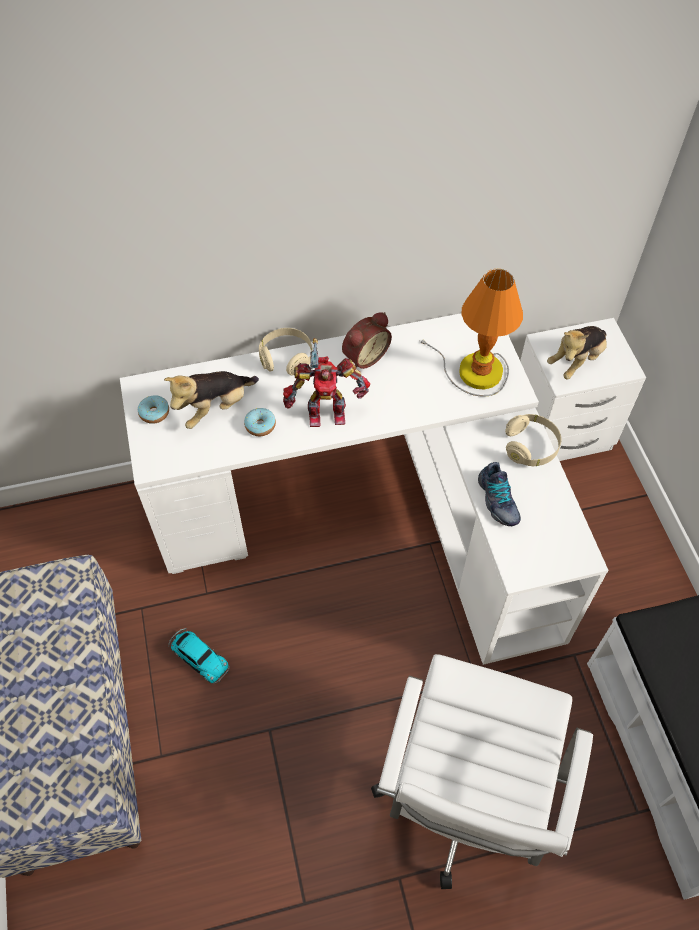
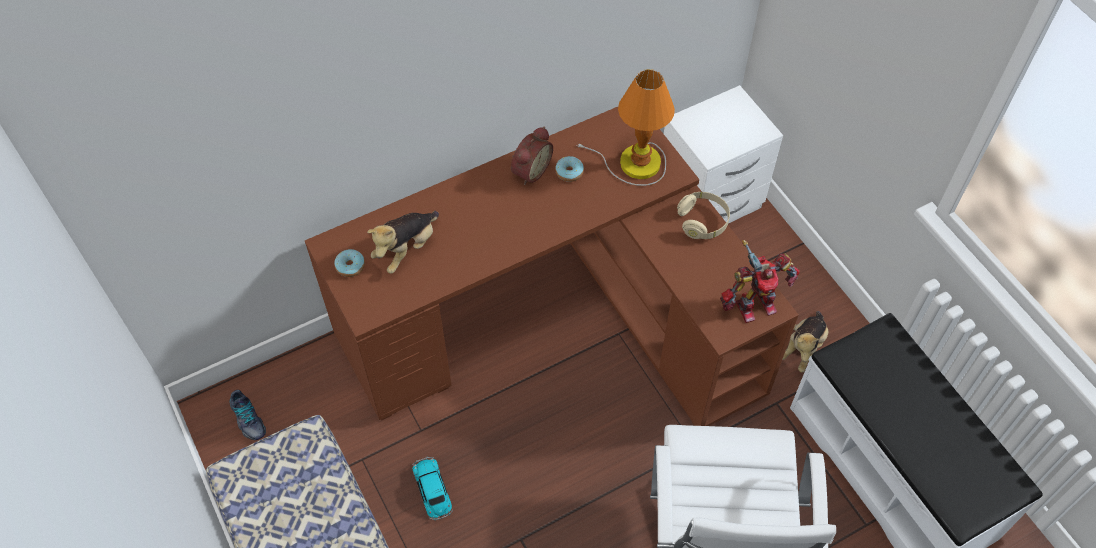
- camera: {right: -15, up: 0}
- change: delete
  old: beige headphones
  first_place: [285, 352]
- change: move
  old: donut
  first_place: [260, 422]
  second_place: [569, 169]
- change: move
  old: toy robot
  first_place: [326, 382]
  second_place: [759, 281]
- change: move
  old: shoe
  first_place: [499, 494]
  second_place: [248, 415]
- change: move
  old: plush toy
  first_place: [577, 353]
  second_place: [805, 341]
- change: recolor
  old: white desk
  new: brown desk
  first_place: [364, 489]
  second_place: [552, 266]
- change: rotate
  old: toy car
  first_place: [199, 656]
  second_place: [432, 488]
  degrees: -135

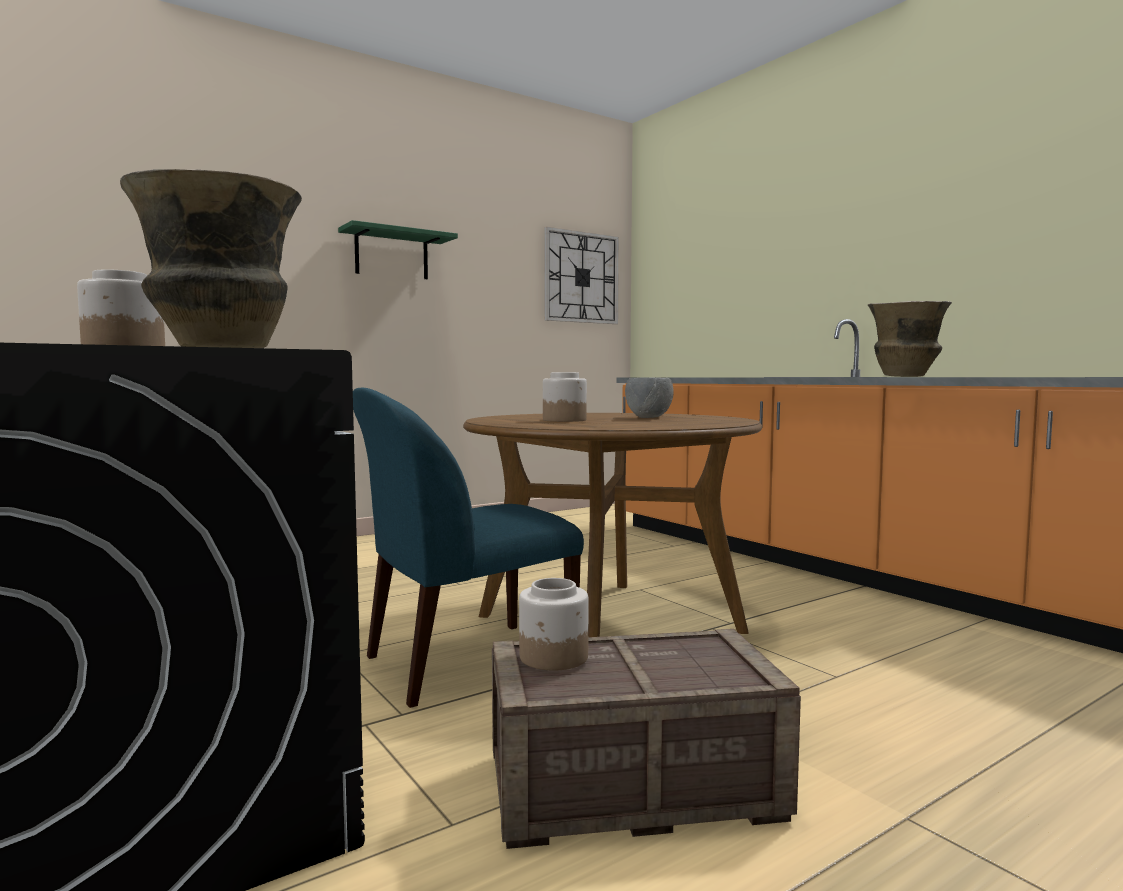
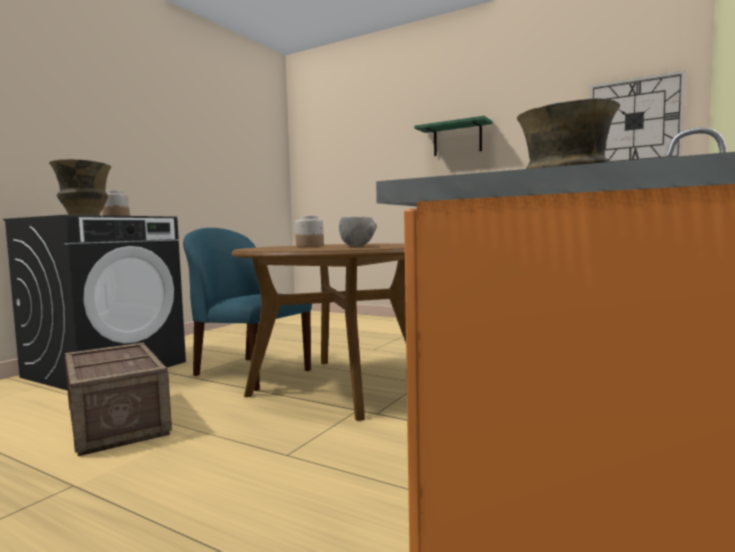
- camera: {right: 65, up: 0}
- change: delete
  old: jar
  first_place: [554, 624]

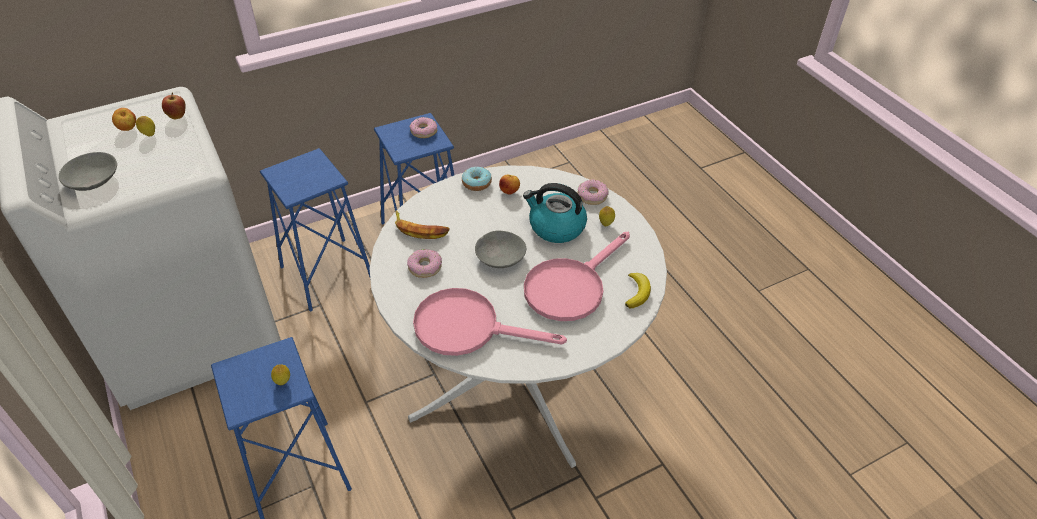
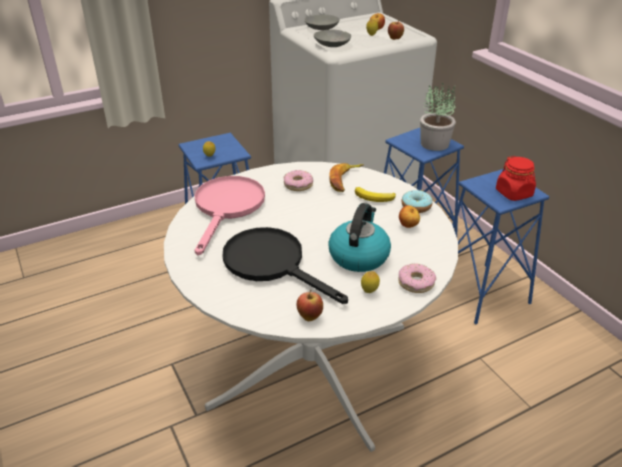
- camera: {right: 90, up: -10}
- change: insert
  new: apple
  second_place: [310, 305]
- change: insert
  new: potted plant
  second_place: [438, 117]
- change: move
  old: grey bowl
  first_place: [500, 249]
  second_place: [332, 38]
- change: move
  old: banana
  first_place: [638, 290]
  second_place: [375, 194]
- change: replace
  old: donut
  new: red jar
  first_place: [423, 127]
  second_place: [516, 178]
- change: recolor
  old: pink frying pan
  new: black frying pan
  first_place: [577, 276]
  second_place: [285, 265]

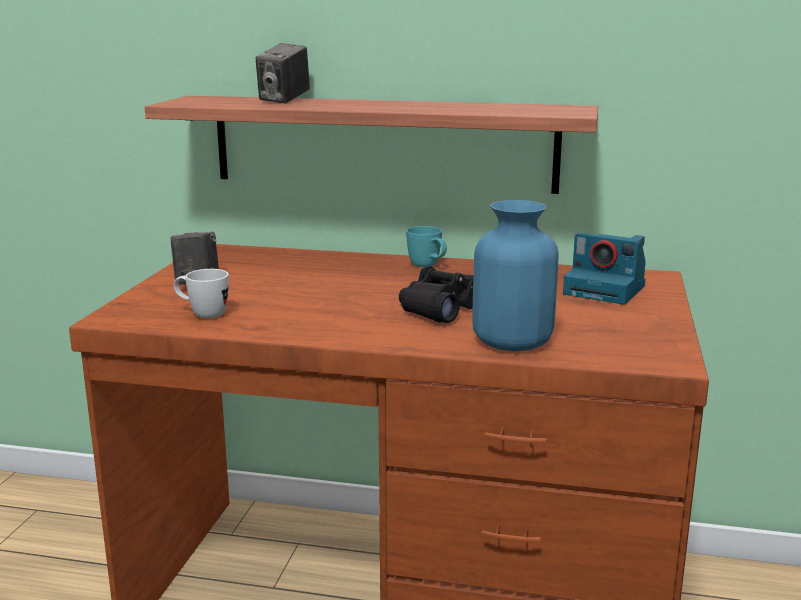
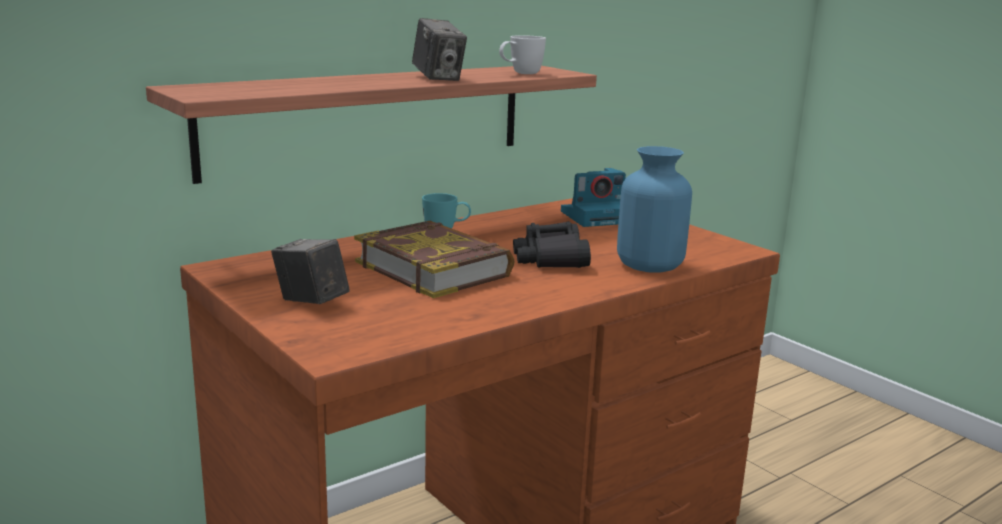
- camera: {right: -50, up: 0}
- change: insert
  new: book
  second_place: [434, 259]
- change: move
  old: white mug
  first_place: [201, 293]
  second_place: [522, 54]
- change: move
  old: photo camera
  first_place: [283, 73]
  second_place: [439, 49]

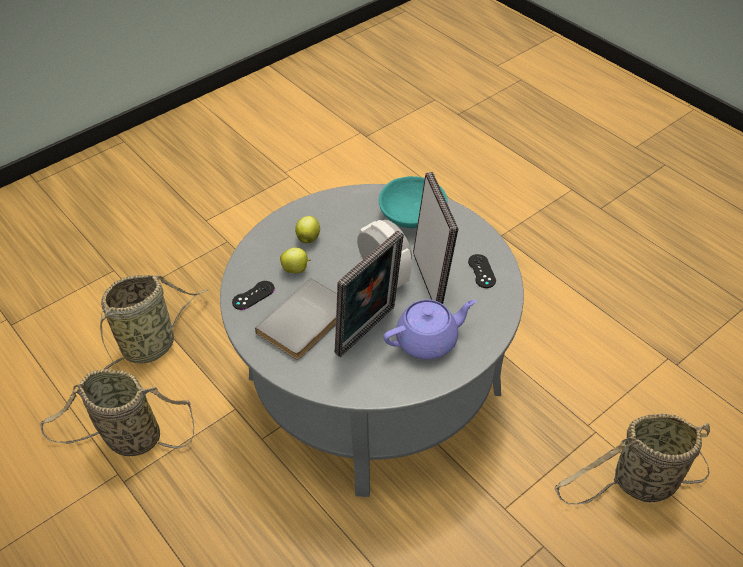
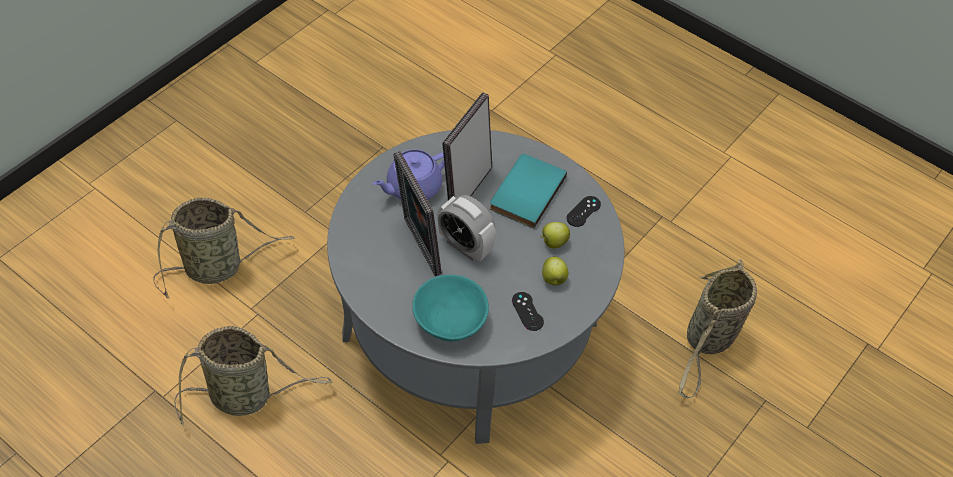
- camera: {right: 165, up: 5}
- change: move
  old: basket
  first_place: [117, 412]
  second_place: [253, 376]
- change: move
  old: black game controller
  first_place: [482, 271]
  second_place: [528, 311]
- change: recolor
  old: grey book
  new: turquoise book
  first_place: [296, 318]
  second_place: [528, 191]

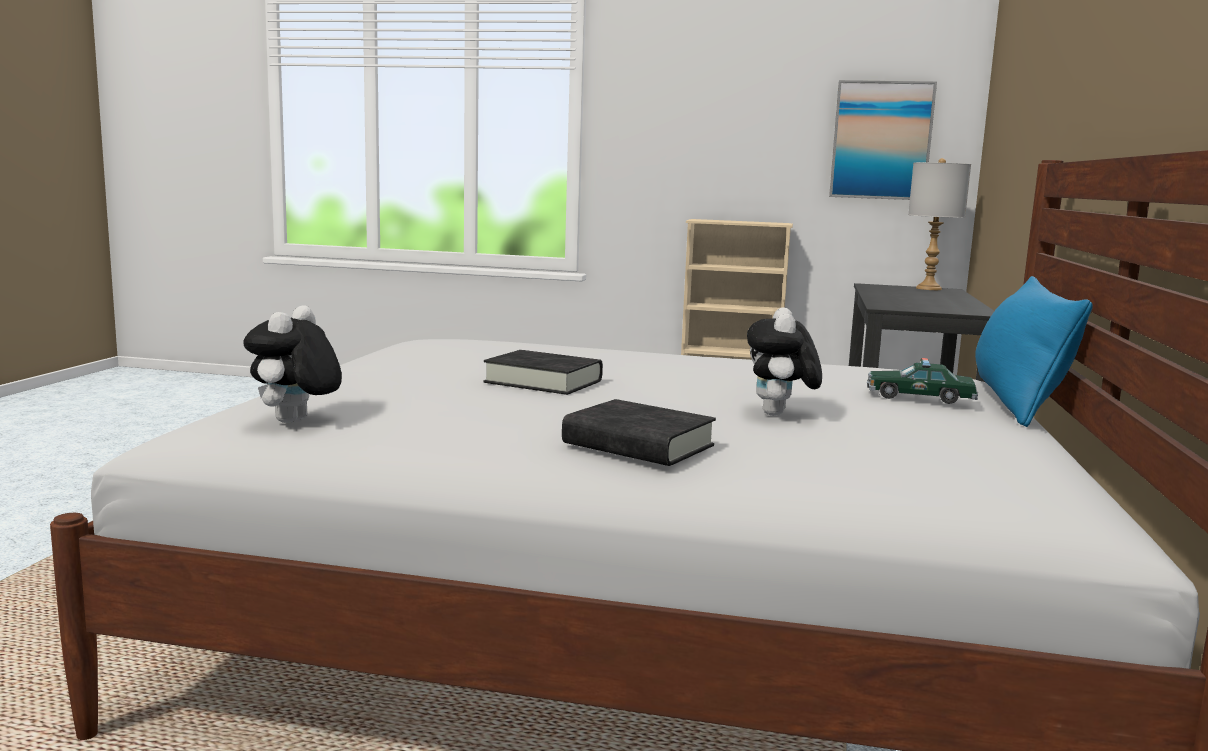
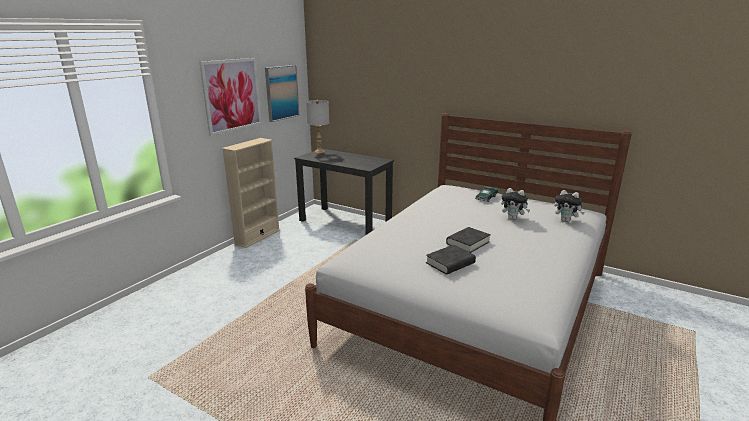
- camera: {right: -70, up: 10}
- change: delete
  old: blue pillow
  first_place: [1034, 351]
- change: insert
  new: picture
  second_place: [231, 97]
- change: move
  old: plush toy
  first_place: [292, 364]
  second_place: [569, 206]
- change: move
  old: black book
  first_place: [639, 432]
  second_place: [451, 260]

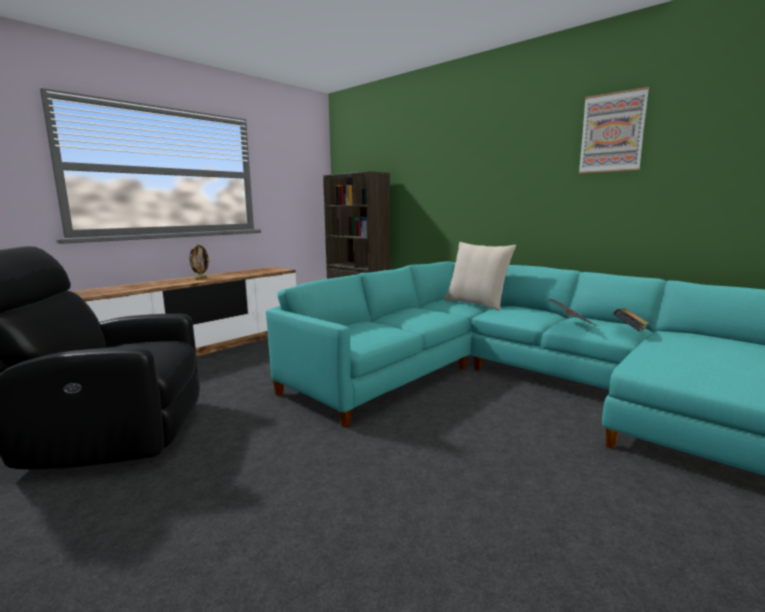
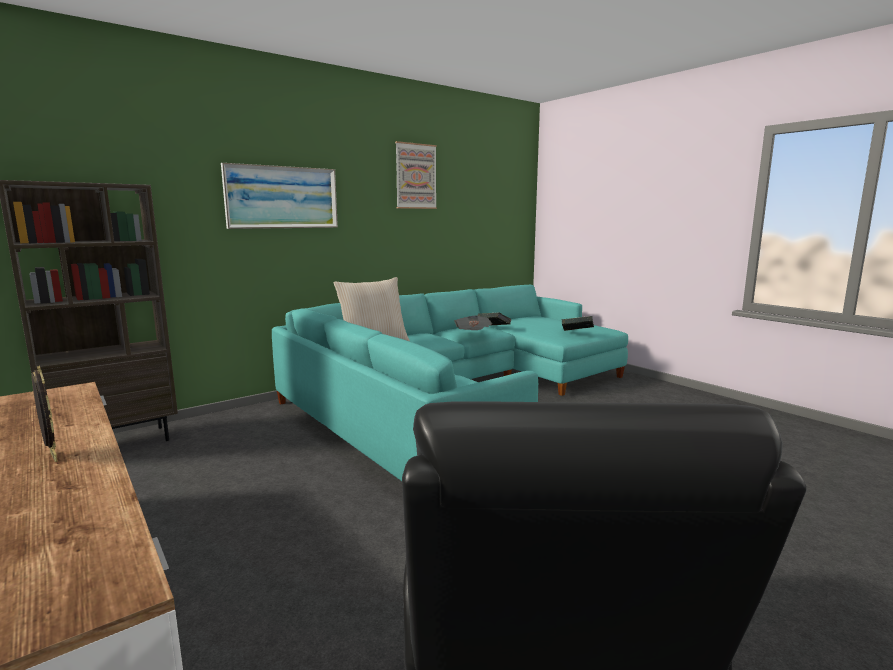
- camera: {right: -80, up: 0}
- change: insert
  new: picture
  second_place: [279, 196]
- change: insert
  new: book
  second_place: [577, 323]

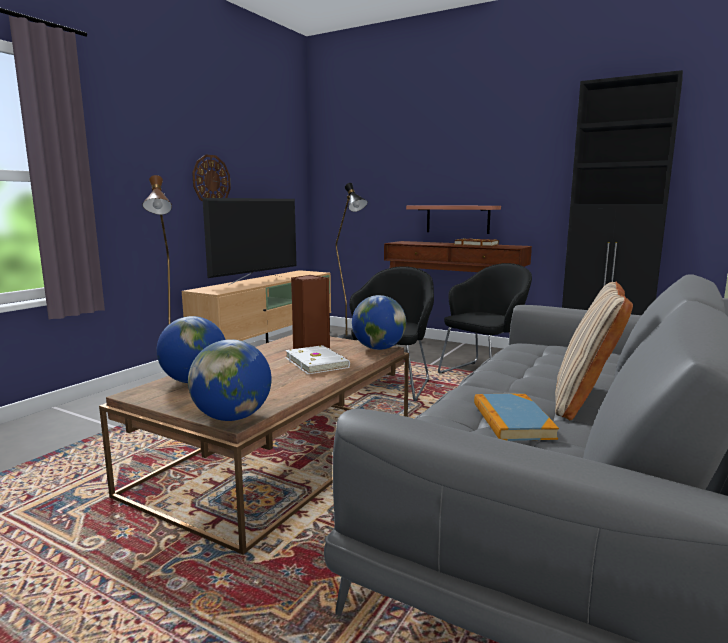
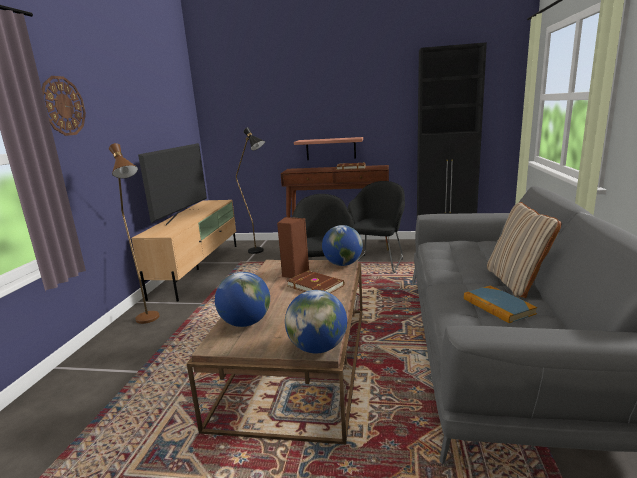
- camera: {right: -20, up: 5}
- change: move
  old: wall clock
  first_place: [211, 178]
  second_place: [64, 106]
- change: recolor
  old: white book
  new: brown book
  first_place: [317, 359]
  second_place: [316, 282]

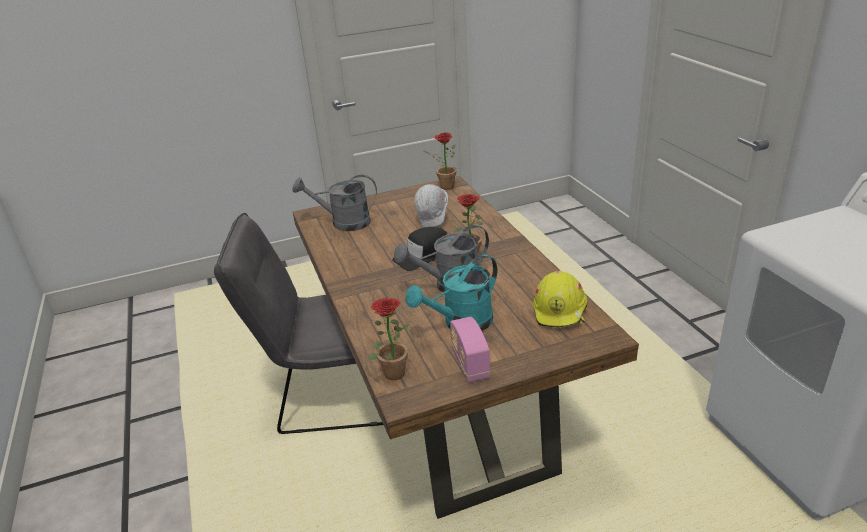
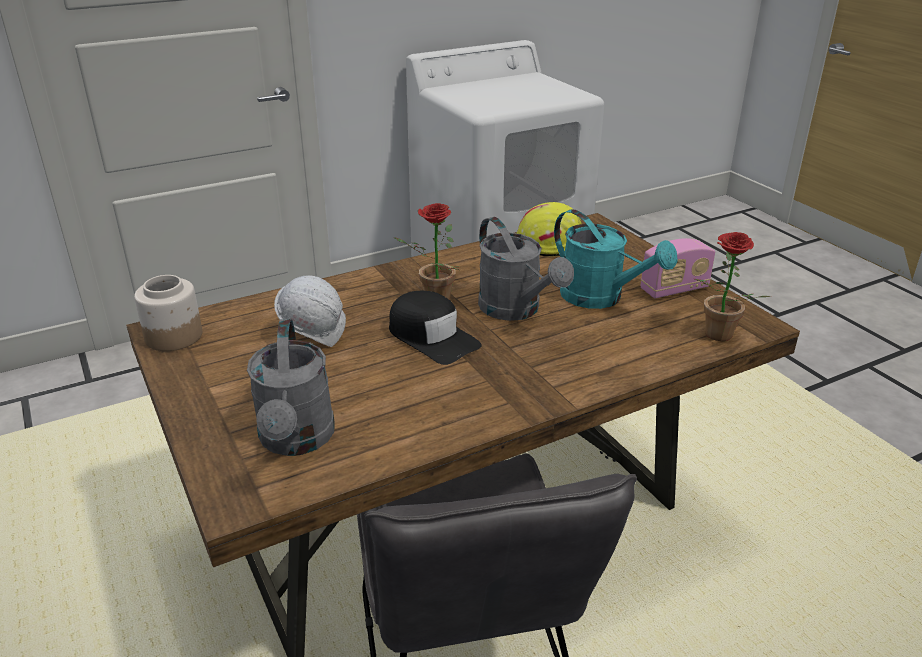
- camera: {right: -100, up: 0}
- change: replace
  old: potted plant
  new: jar
  first_place: [439, 161]
  second_place: [168, 313]

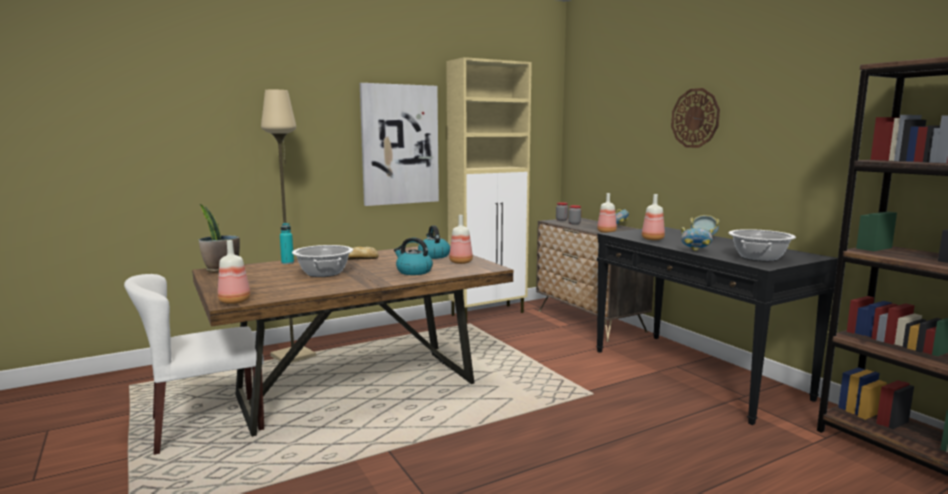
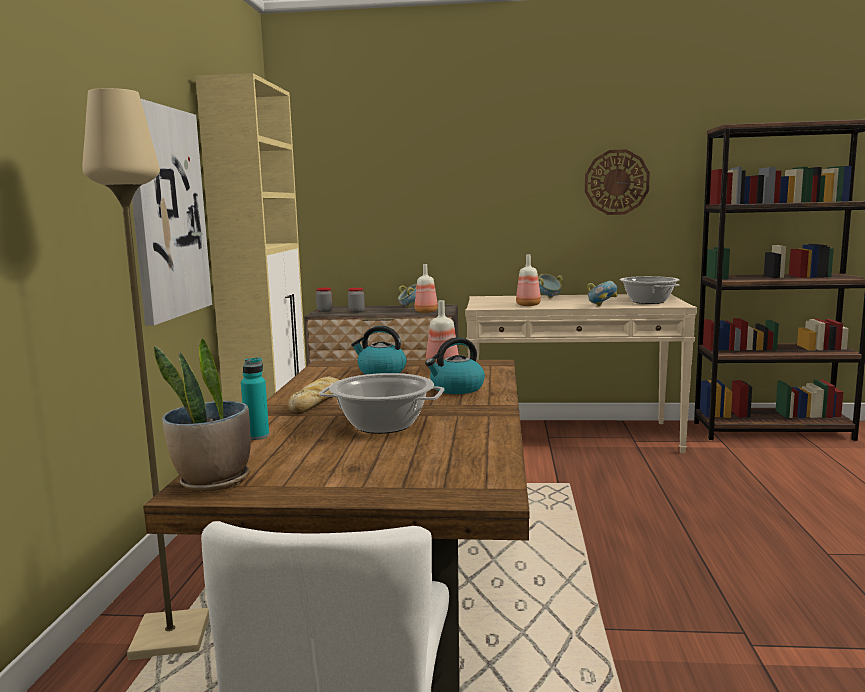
- camera: {right: -55, up: 0}
- change: delete
  old: bottle
  first_place: [234, 272]
- change: move
  old: wall clock
  first_place: [695, 118]
  second_place: [617, 182]
- change: recolor
  old: black console table
  new: beige console table
  first_place: [717, 326]
  second_place: [581, 373]

